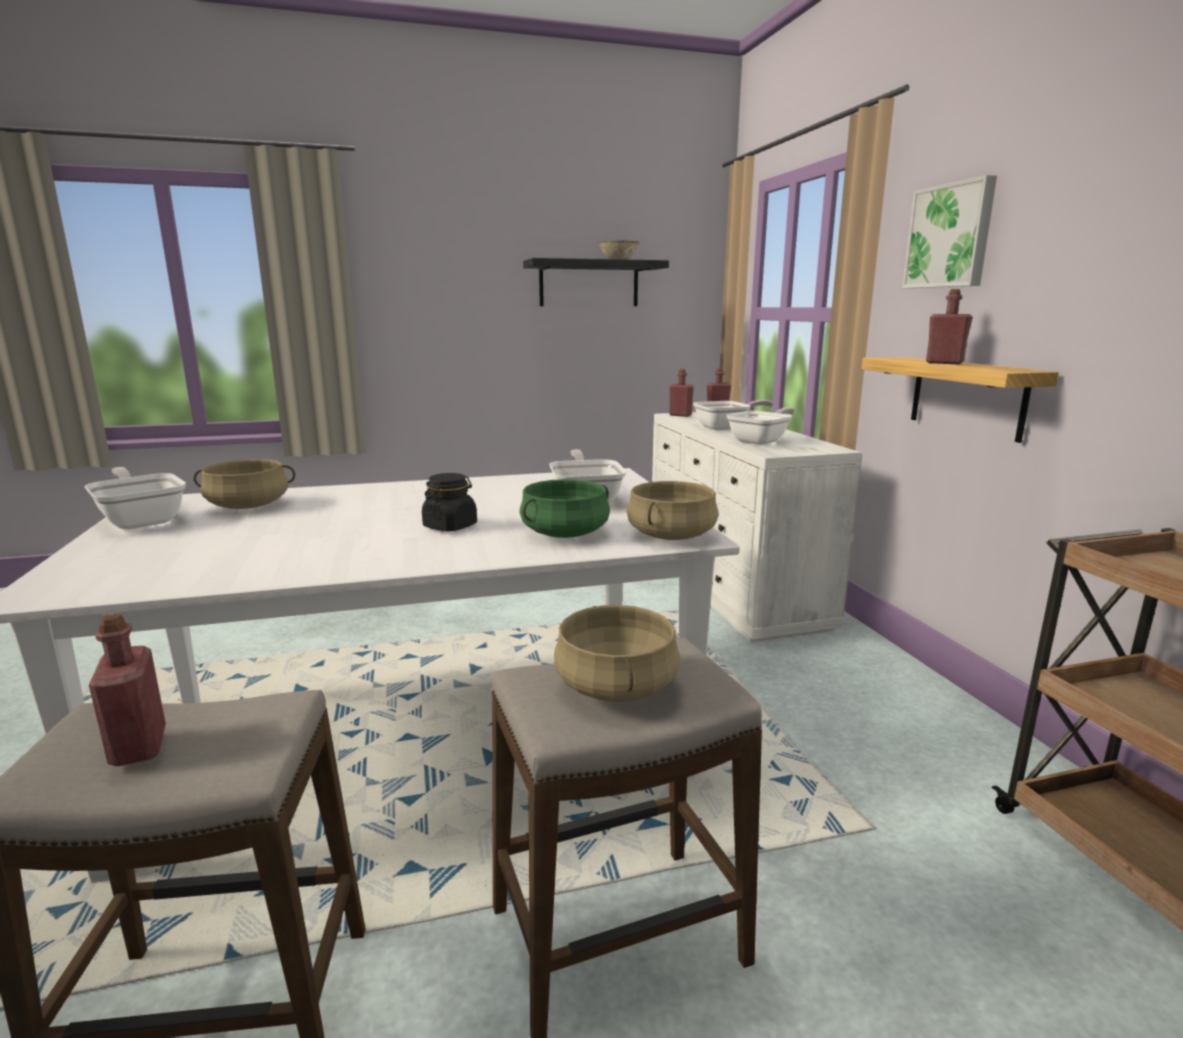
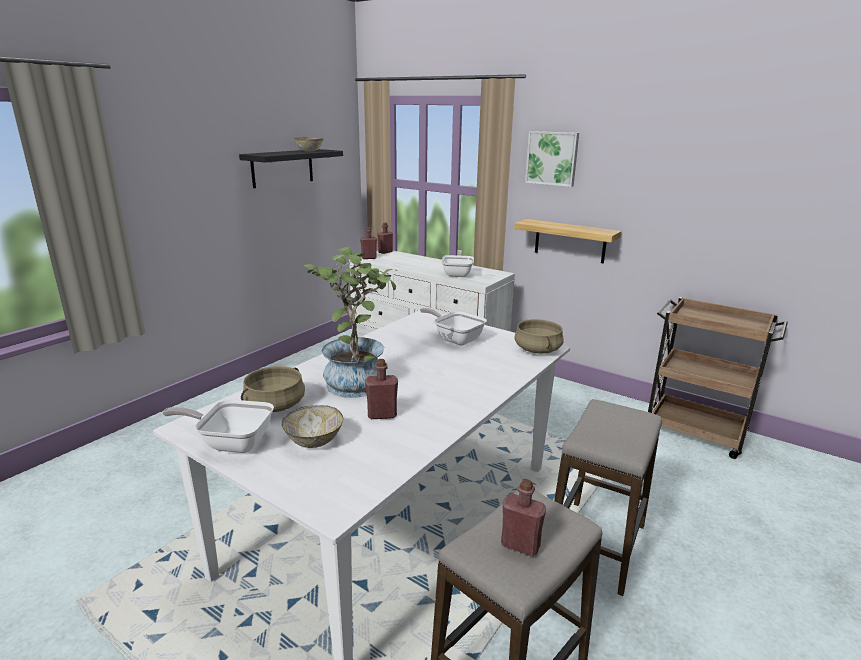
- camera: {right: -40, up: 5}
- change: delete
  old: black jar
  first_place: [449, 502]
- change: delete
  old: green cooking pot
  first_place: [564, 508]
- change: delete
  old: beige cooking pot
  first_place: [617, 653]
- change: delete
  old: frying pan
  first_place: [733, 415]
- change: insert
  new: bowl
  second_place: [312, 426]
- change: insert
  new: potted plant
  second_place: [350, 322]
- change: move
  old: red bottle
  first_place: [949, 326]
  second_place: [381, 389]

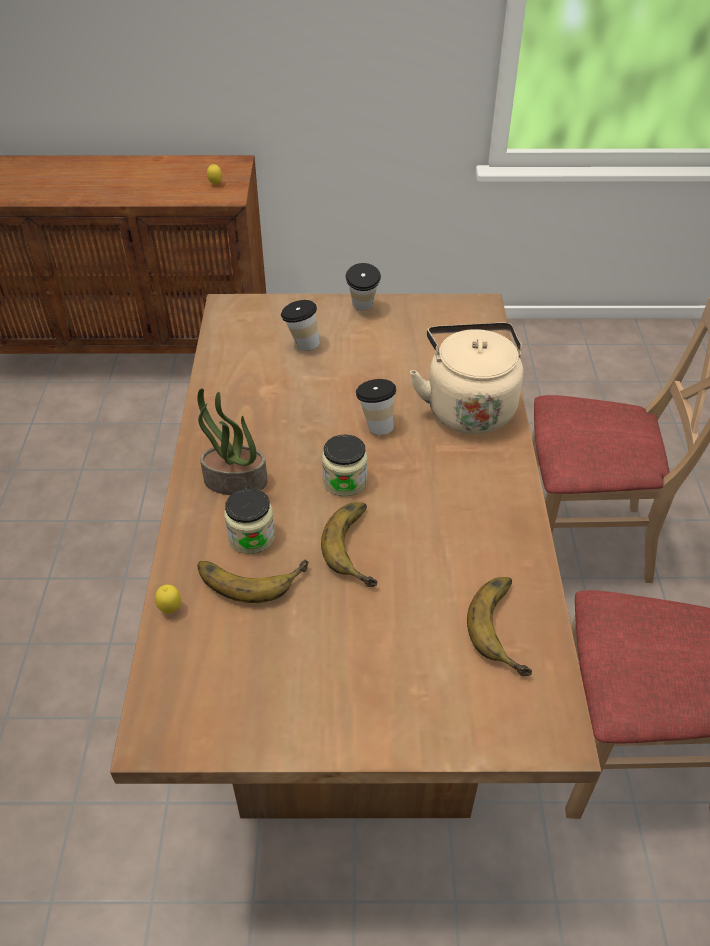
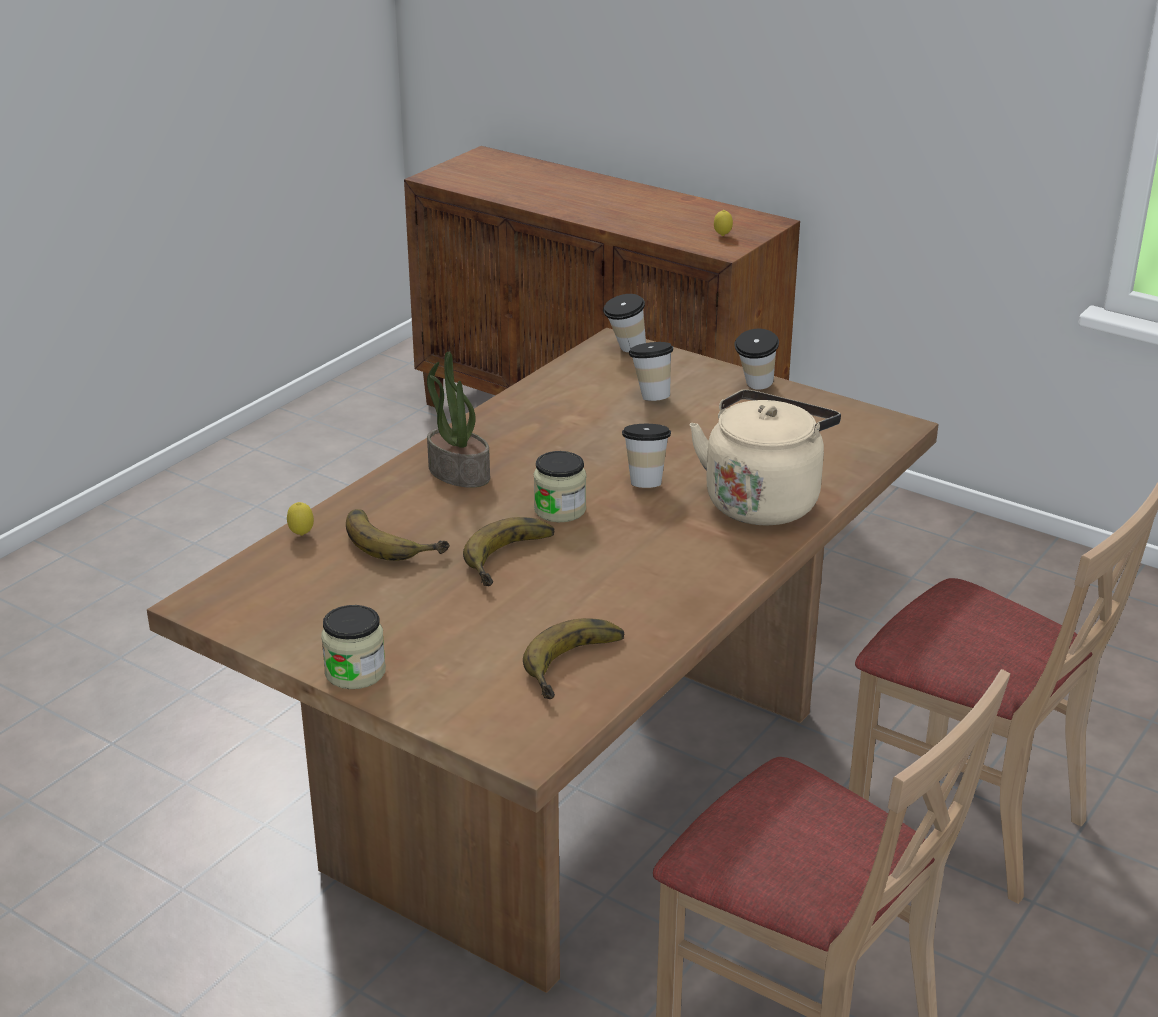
- camera: {right: 35, up: -15}
- change: insert
  new: cup
  second_place: [624, 323]
- change: move
  old: jar
  first_place: [249, 521]
  second_place: [353, 647]

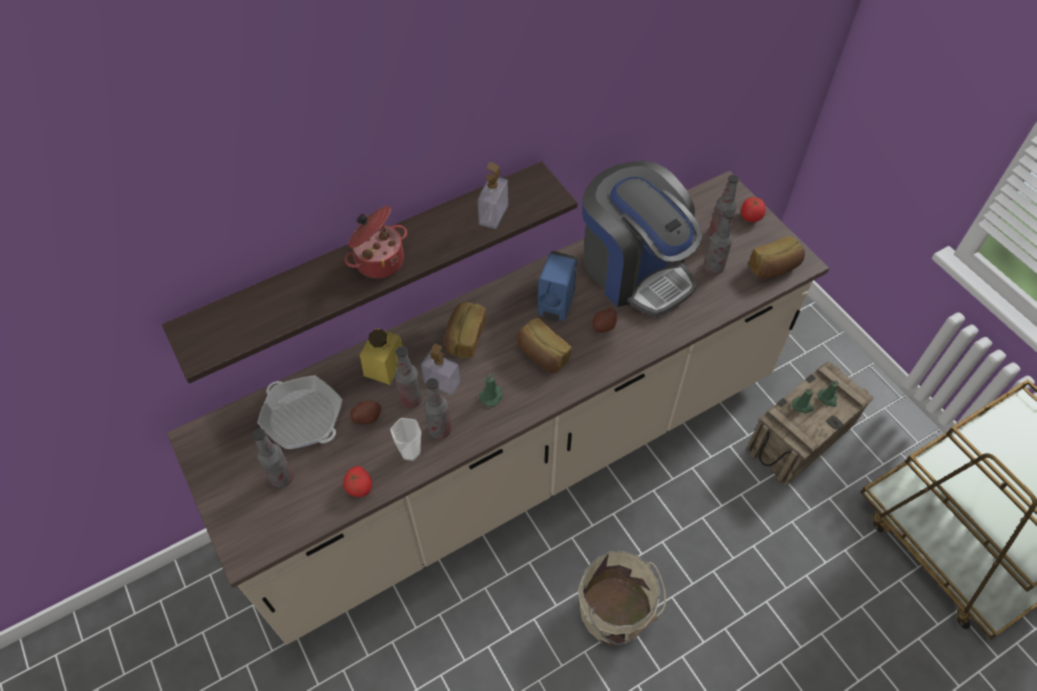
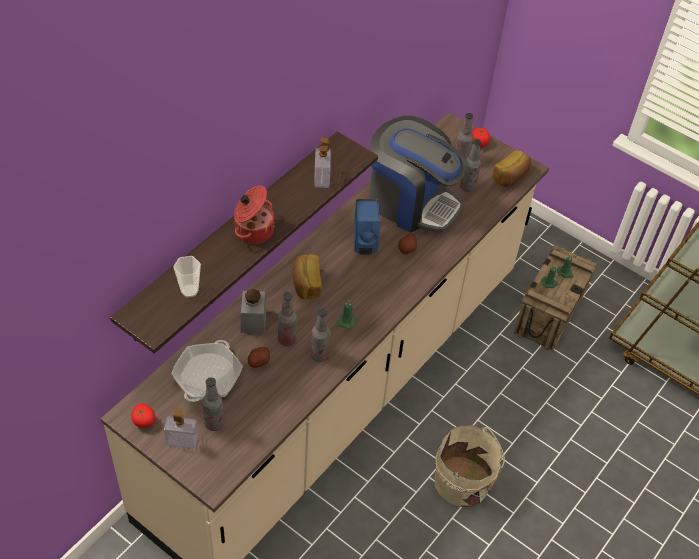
- camera: {right: -25, up: -5}
- change: delete
  old: bread
  first_place: [544, 345]
- change: move
  old: tomato
  first_place: [357, 481]
  second_place: [143, 416]
- change: move
  old: cup
  first_place: [405, 439]
  second_place: [187, 277]
- change: move
  old: soap dispenser
  first_place: [440, 369]
  second_place: [181, 427]
- change: recolor
  old: yellow jar
  new: grey jar
  first_place: [381, 356]
  second_place: [253, 311]
- change: rotate
  old: frying pan
  first_place: [300, 412]
  second_place: [207, 371]
  degrees: -90

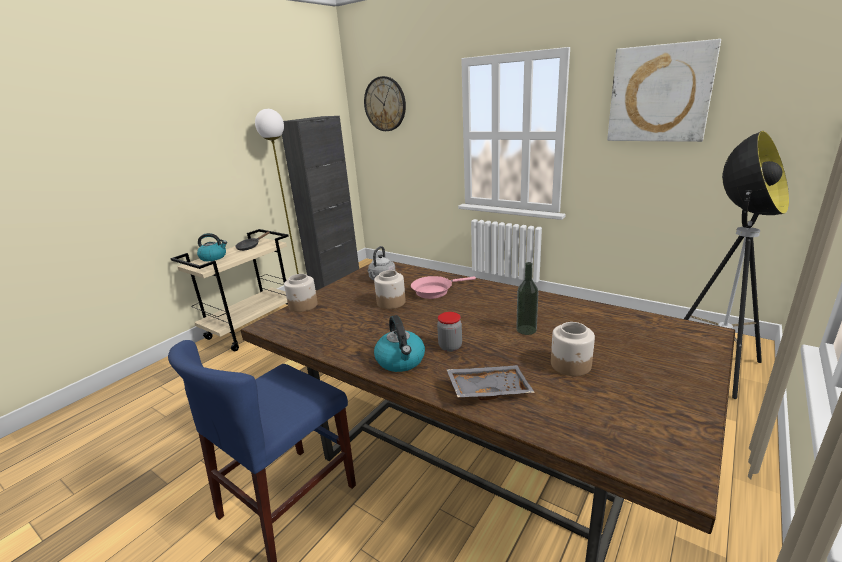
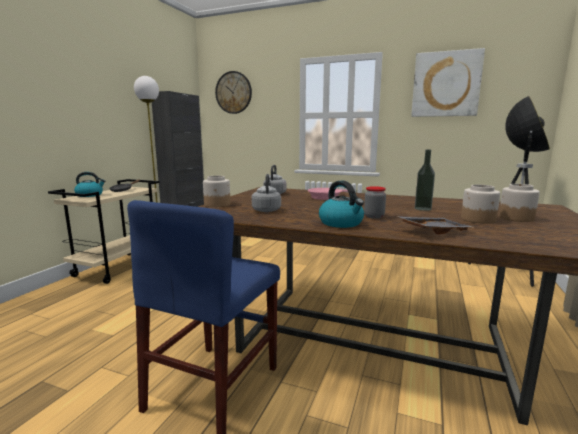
- camera: {right: -15, up: -10}
- change: insert
  new: grey kettle
  second_place: [266, 193]
- change: move
  old: jar
  first_place: [390, 289]
  second_place: [519, 203]

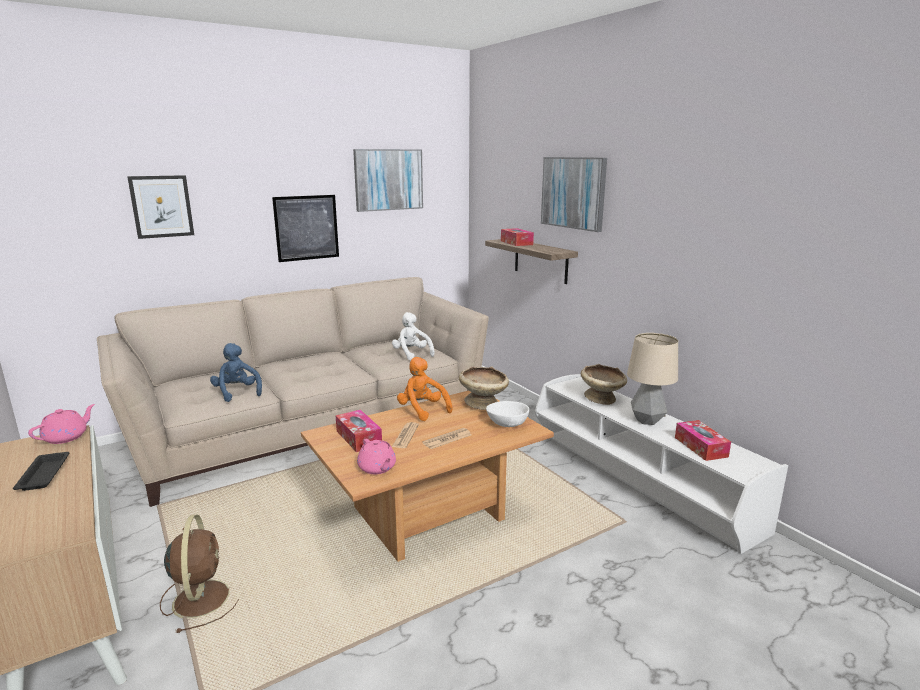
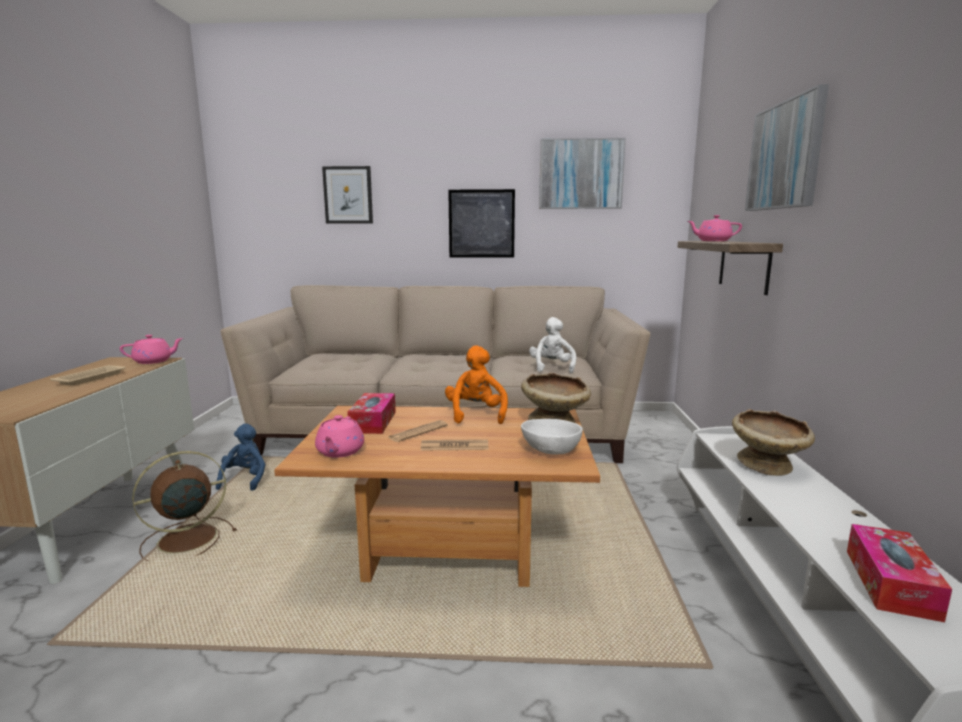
- camera: {right: 35, up: -5}
- change: delete
  old: table lamp
  first_place: [652, 379]
- change: move
  old: blue plush toy
  first_place: [236, 372]
  second_place: [241, 457]
- change: replace
  old: tissue box
  new: pink teapot
  first_place: [517, 237]
  second_place: [715, 228]
- change: recolor
  old: black tray
  new: beige tray
  first_place: [41, 471]
  second_place: [88, 375]
- change: rotate
  old: brown fan
  first_place: [199, 573]
  second_place: [184, 506]
  degrees: -150

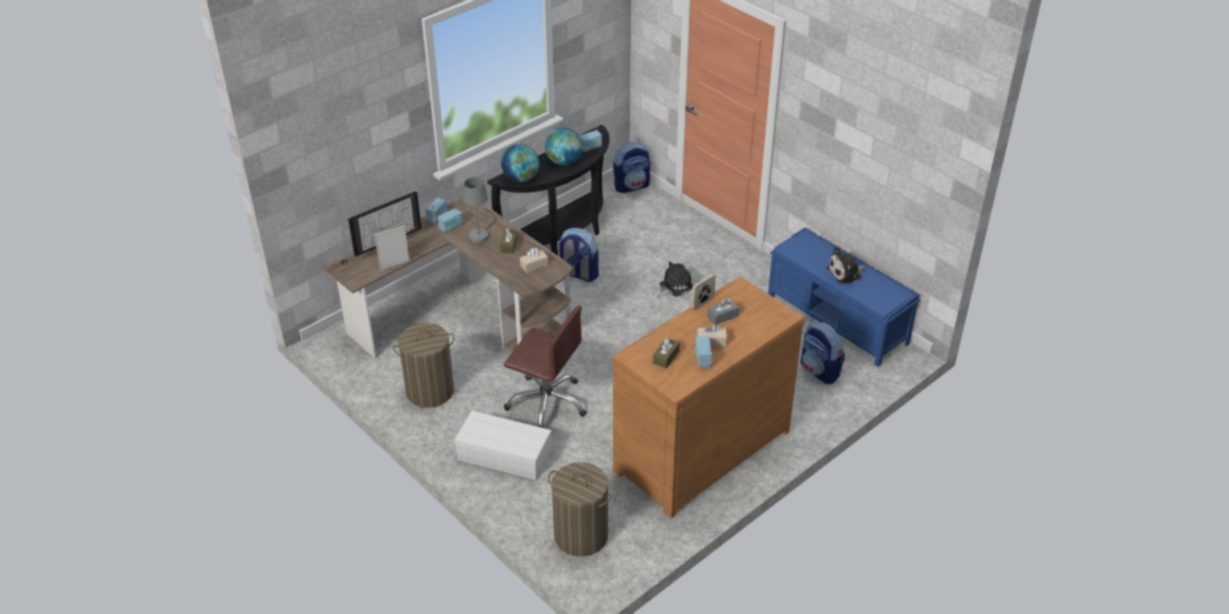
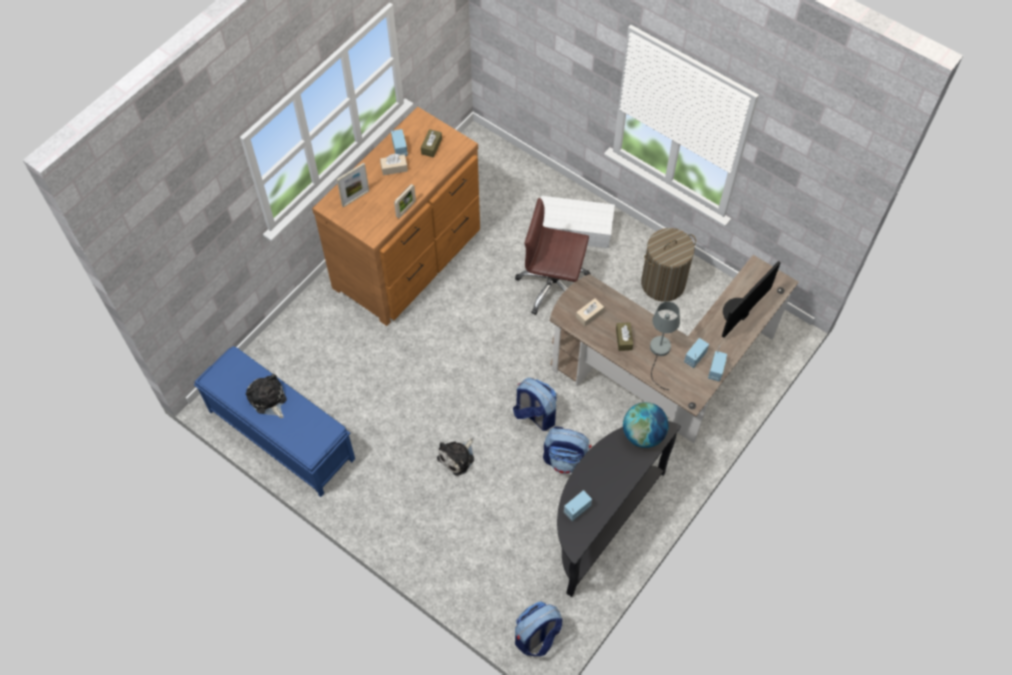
- camera: {right: 170, up: 20}
- change: delete
  old: globe
  first_place: [564, 147]
- change: delete
  old: laundry basket
  first_place: [579, 509]
- change: delete
  old: grey tissue box
  first_place: [723, 311]
- change: move
  old: picture frame
  first_place: [392, 247]
  second_place: [353, 185]
- change: move
  old: backpack
  first_place: [823, 353]
  second_place: [535, 404]
- change: rotate
  old: plush toy
  first_place: [846, 265]
  second_place: [266, 396]
  degrees: -90

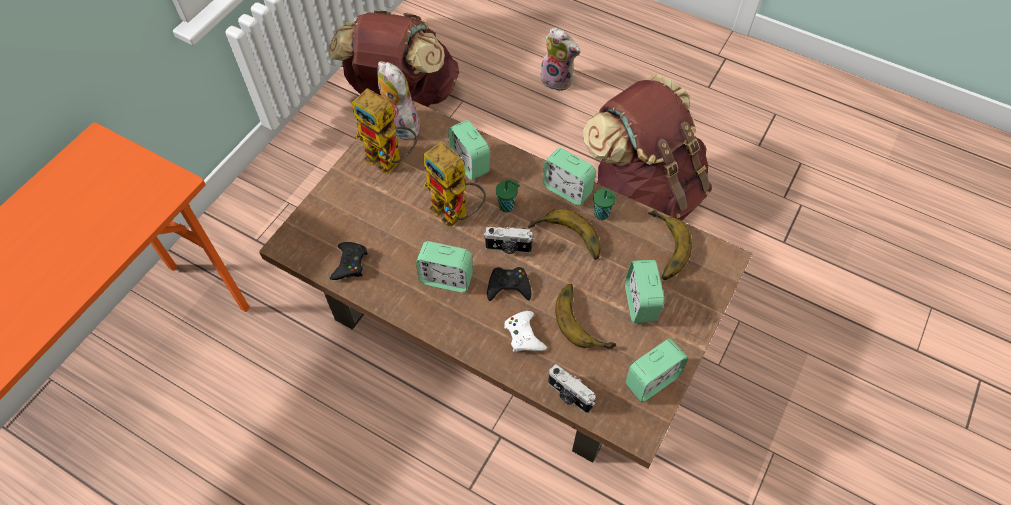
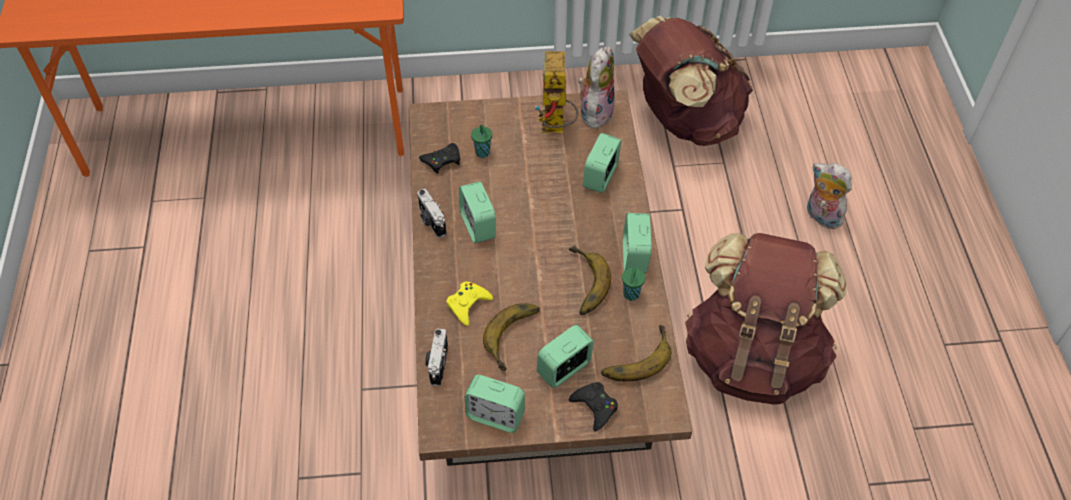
- camera: {right: 55, up: -5}
- change: delete
  old: toy robot
  first_place: [454, 184]
- change: move
  old: photo camera
  first_place: [508, 240]
  second_place: [432, 213]
- change: move
  old: black game controller
  first_place: [509, 284]
  second_place: [593, 407]
- change: move
  old: green cup
  first_place: [507, 196]
  second_place: [481, 141]
- change: recolor
  old: white game controller
  new: yellow game controller
  first_place: [525, 331]
  second_place: [469, 303]
- change: rotate
  old: plush toy
  first_place: [558, 59]
  second_place: [829, 196]
  degrees: 135

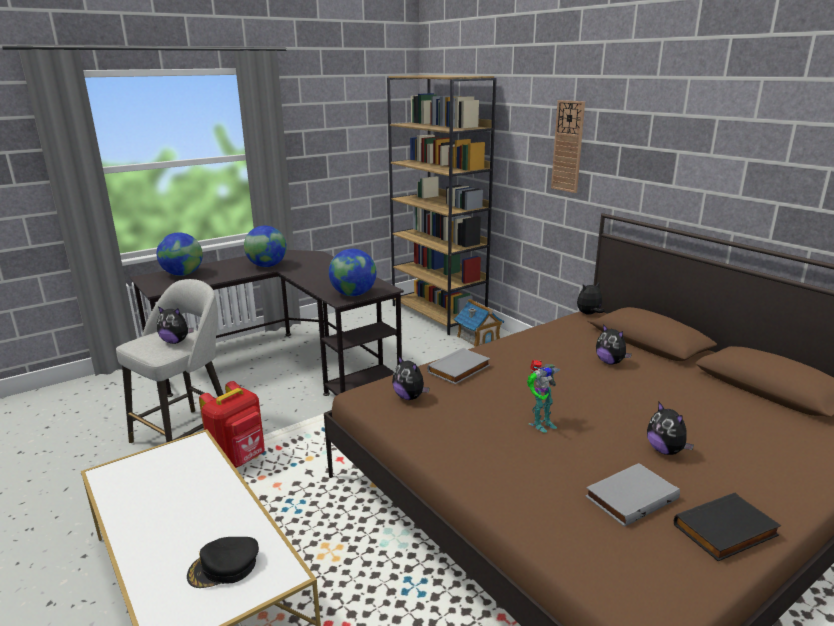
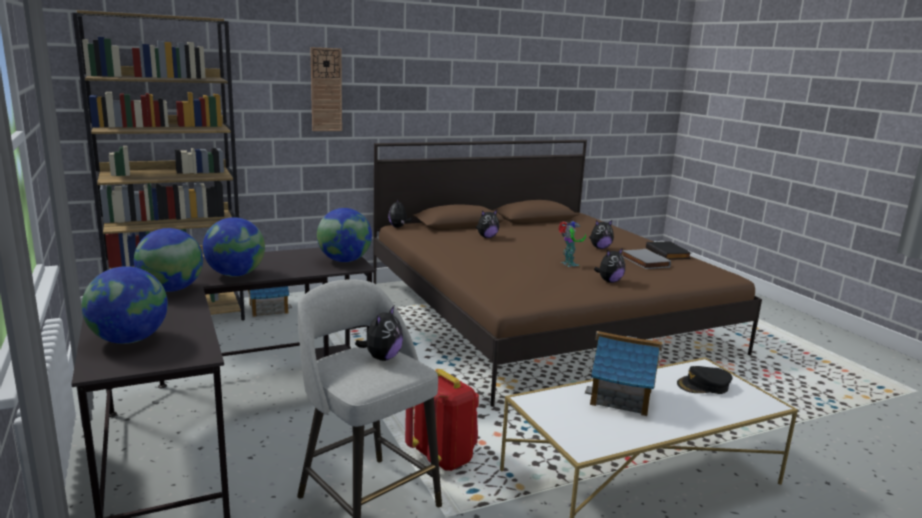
- camera: {right: -80, up: -5}
- change: delete
  old: grey book
  first_place: [458, 366]
- change: insert
  new: globe
  second_place: [234, 247]
- change: insert
  new: toy house
  second_place: [624, 373]
- change: move
  old: plush toy
  first_place: [410, 377]
  second_place: [609, 265]
- change: rotate
  old: black cap
  first_place: [223, 562]
  second_place: [705, 380]
  degrees: 90

